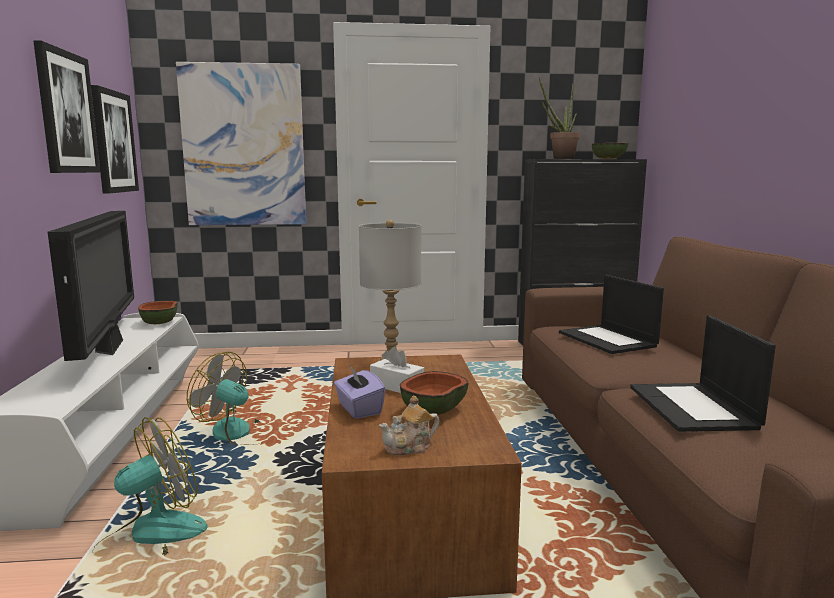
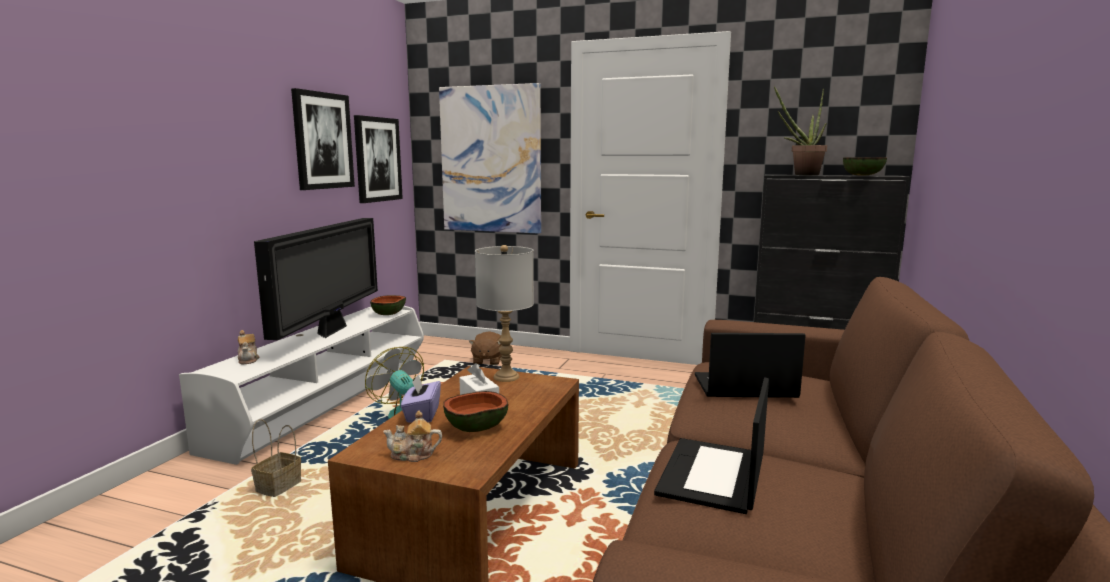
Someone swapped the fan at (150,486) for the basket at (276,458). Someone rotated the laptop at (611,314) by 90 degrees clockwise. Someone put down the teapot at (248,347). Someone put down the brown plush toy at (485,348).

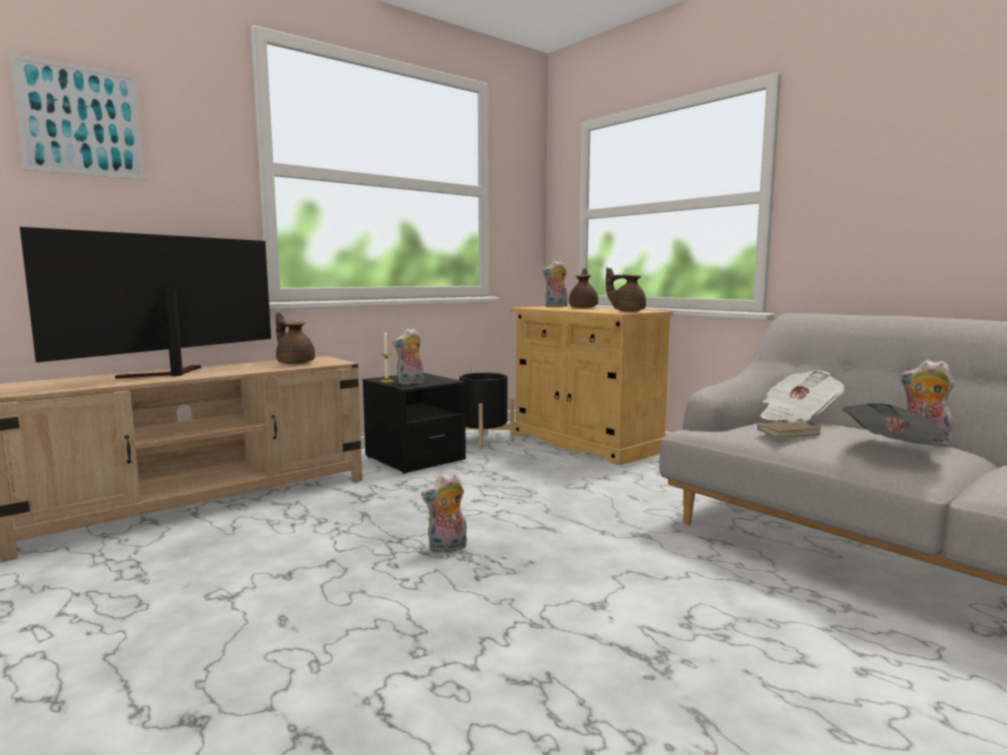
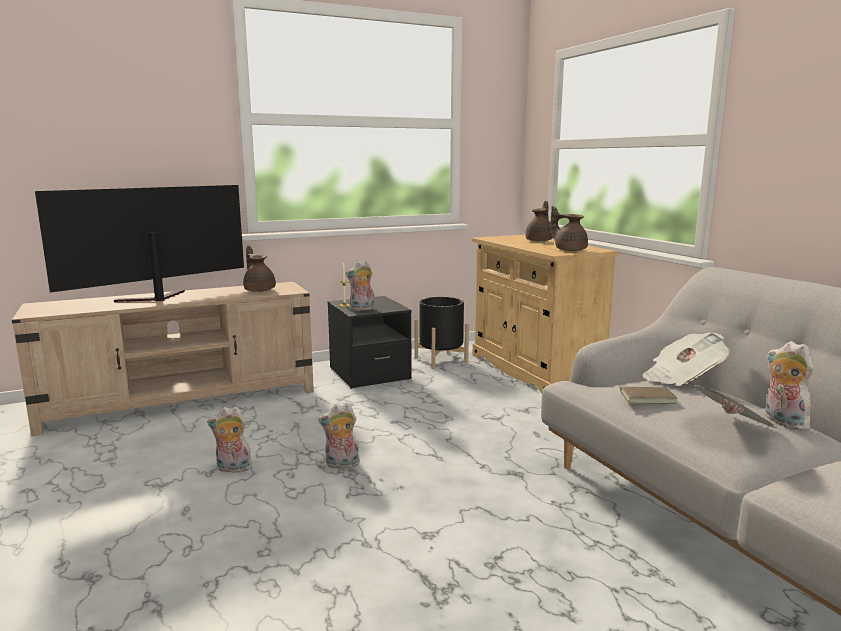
Someone took away the picture at (78,116). Someone carried the plush toy from (555,283) to (229,439).

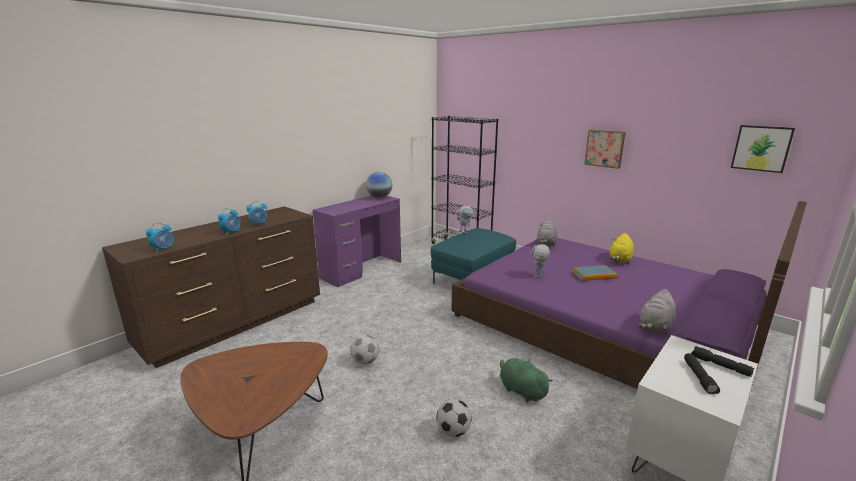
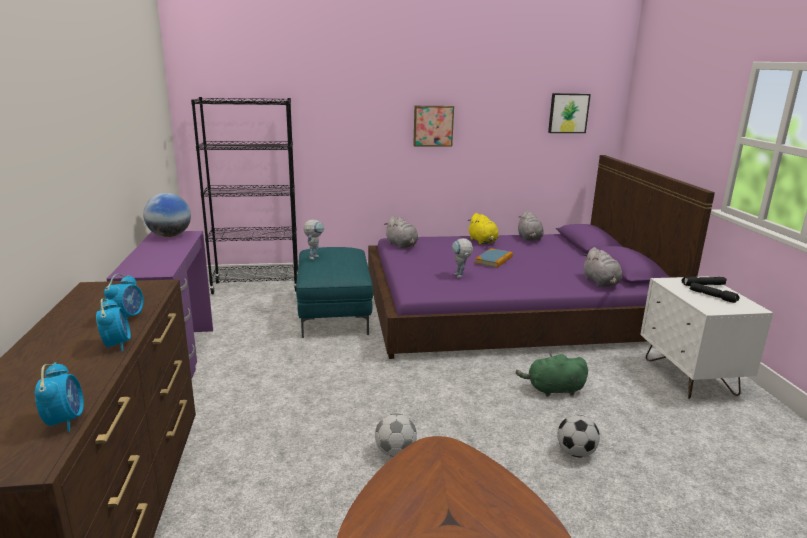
Someone put down the grey plush toy at (531,225).

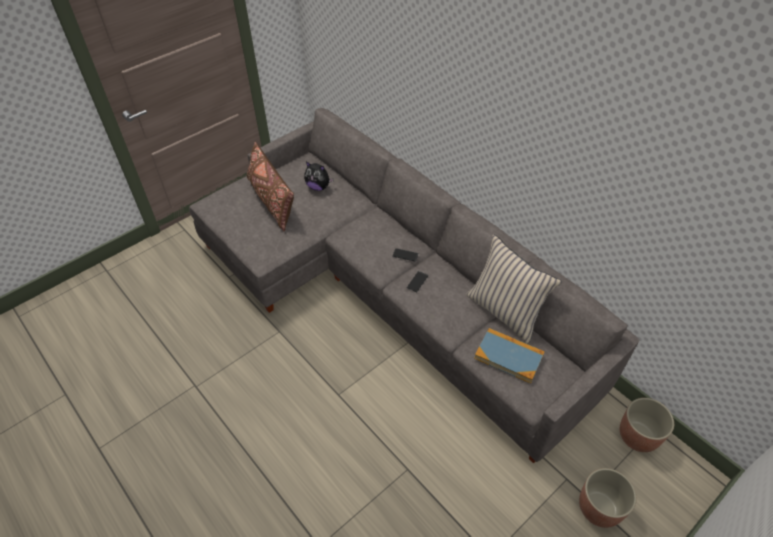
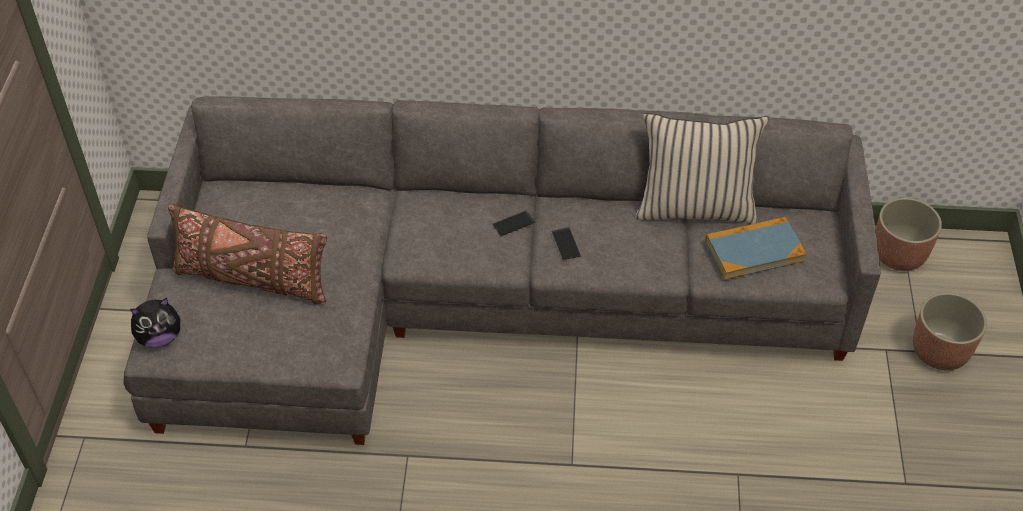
Someone carried the plush toy from (319,176) to (155,323).

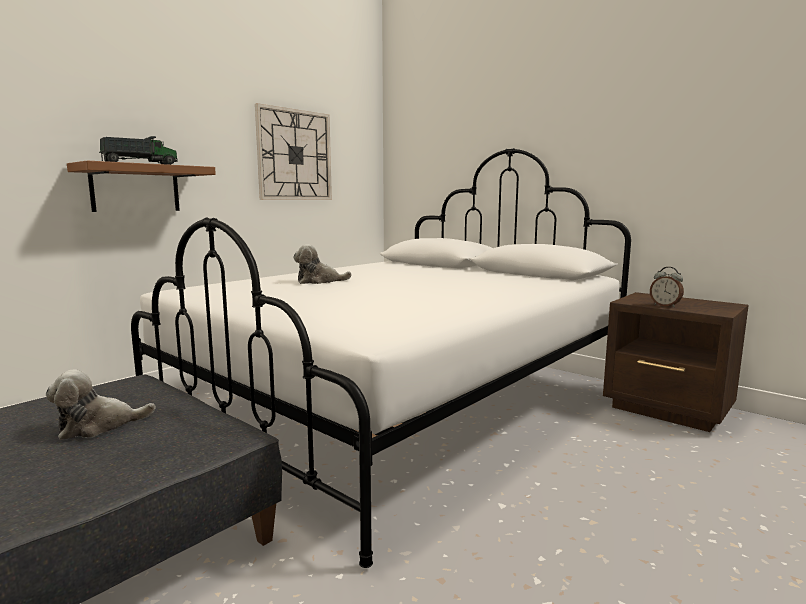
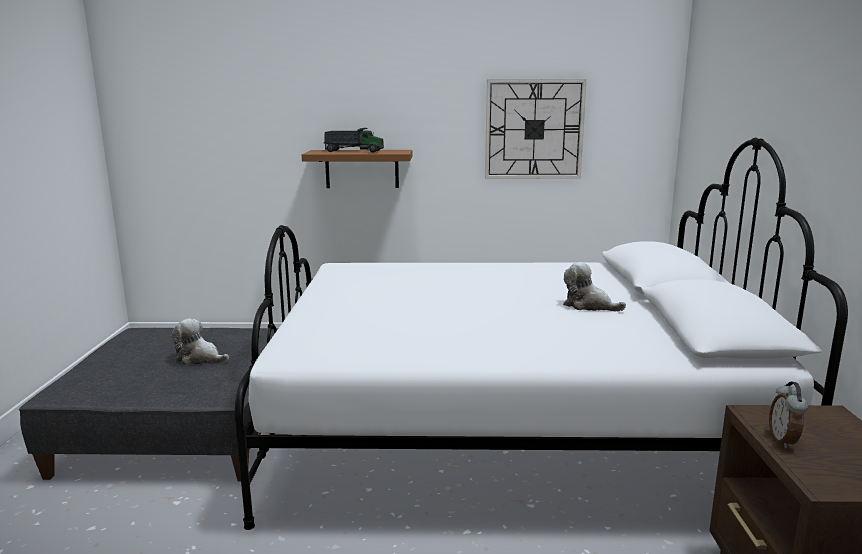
Someone carried the plush toy from (322,264) to (594,286).

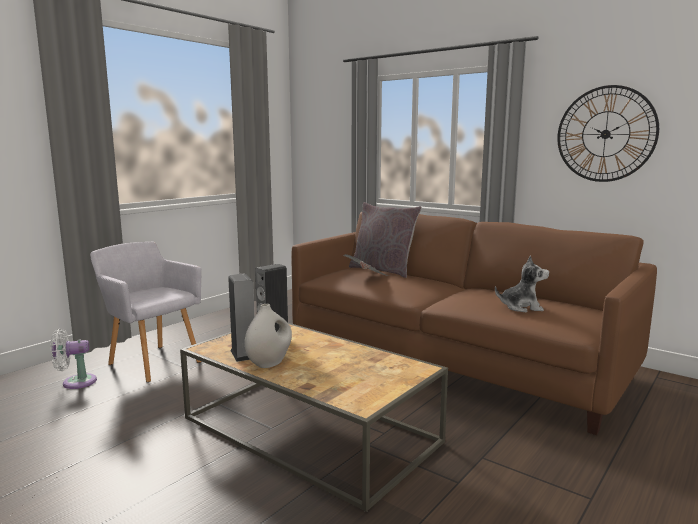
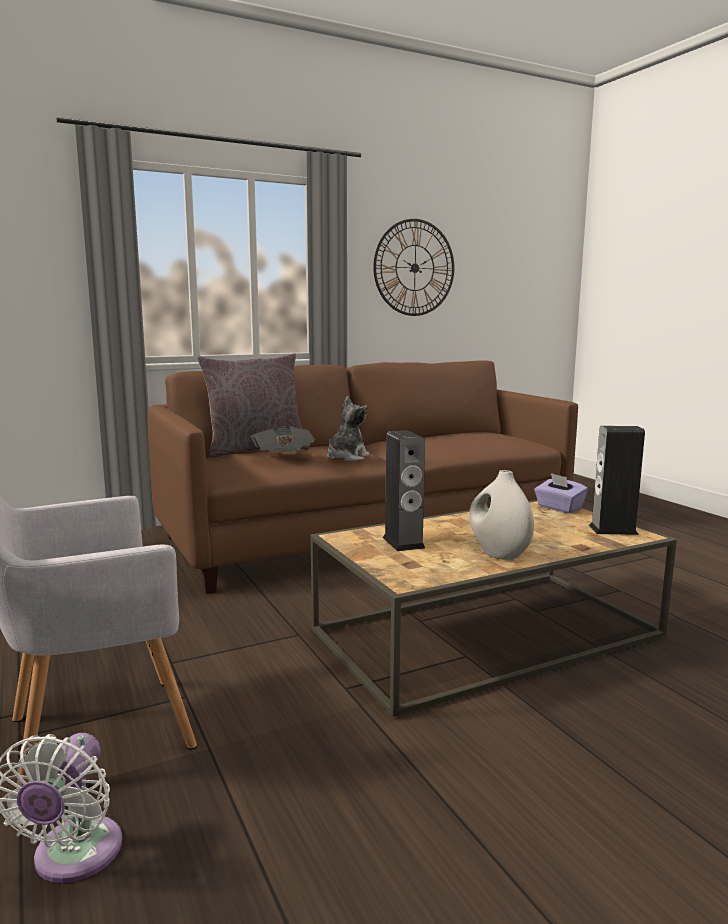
Someone carried the speaker from (241,318) to (617,480). Someone carried the plush toy from (522,283) to (348,428). Someone put down the purple tissue box at (561,493).

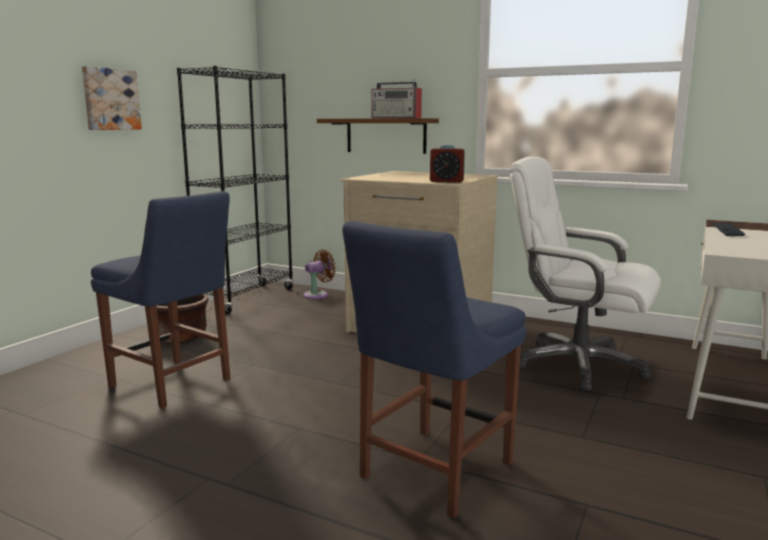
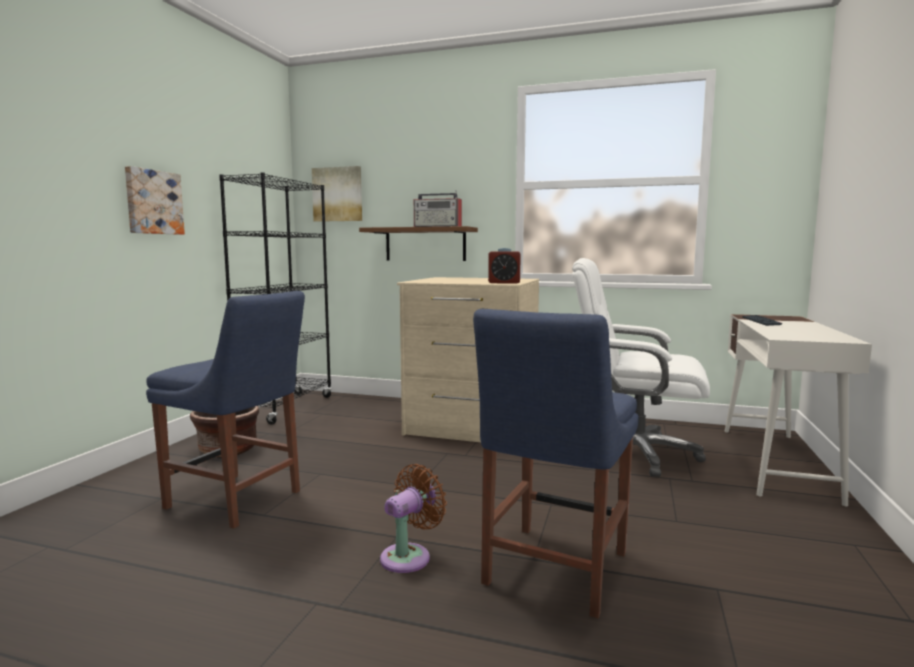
Someone carried the brown fan from (319,274) to (413,518). Someone put up the picture at (337,194).

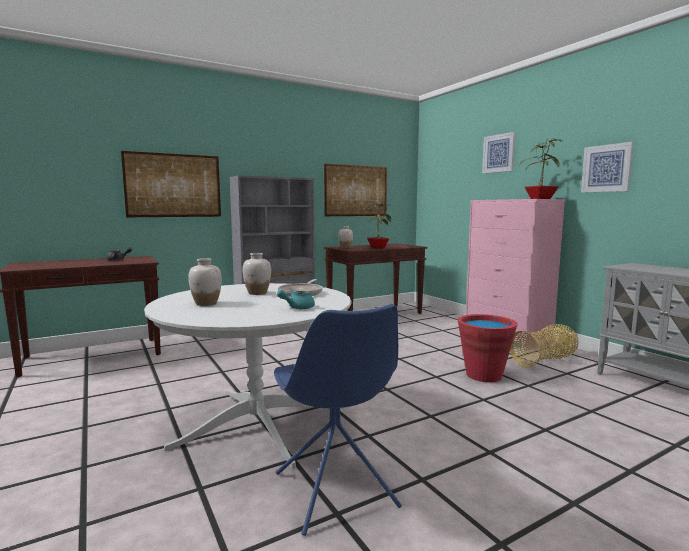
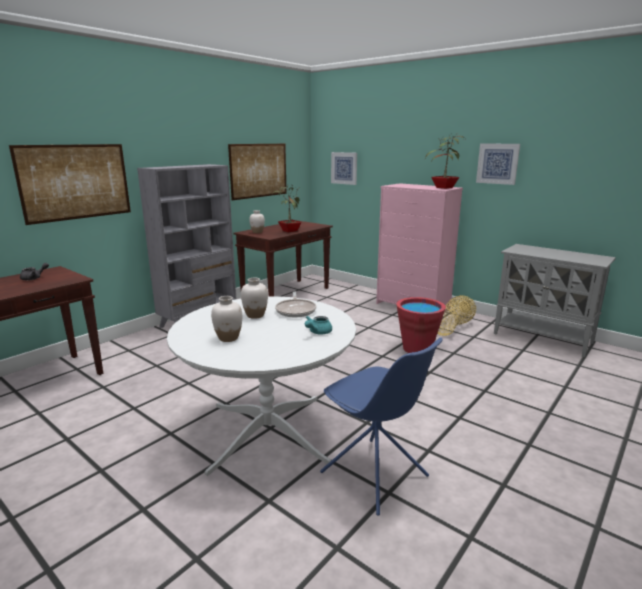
Someone carried the picture from (499,153) to (344,168).

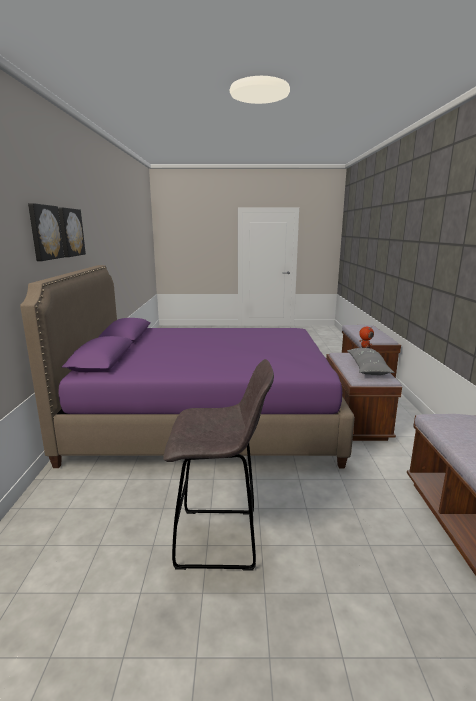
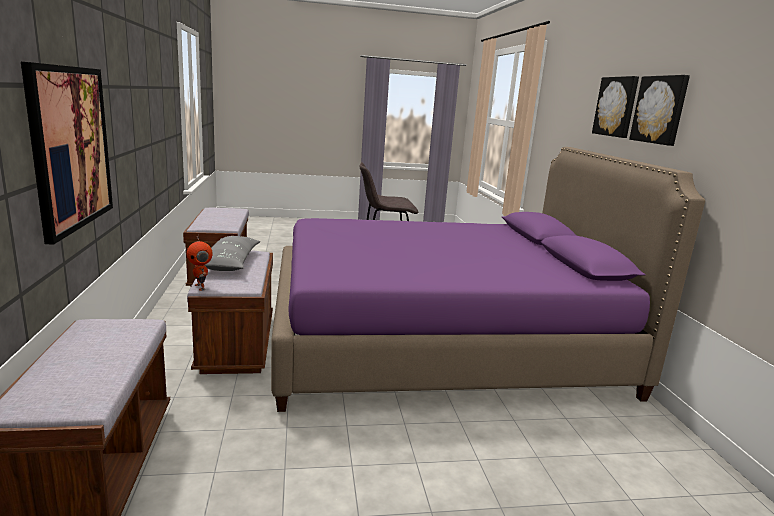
Someone put up the picture at (67,153).

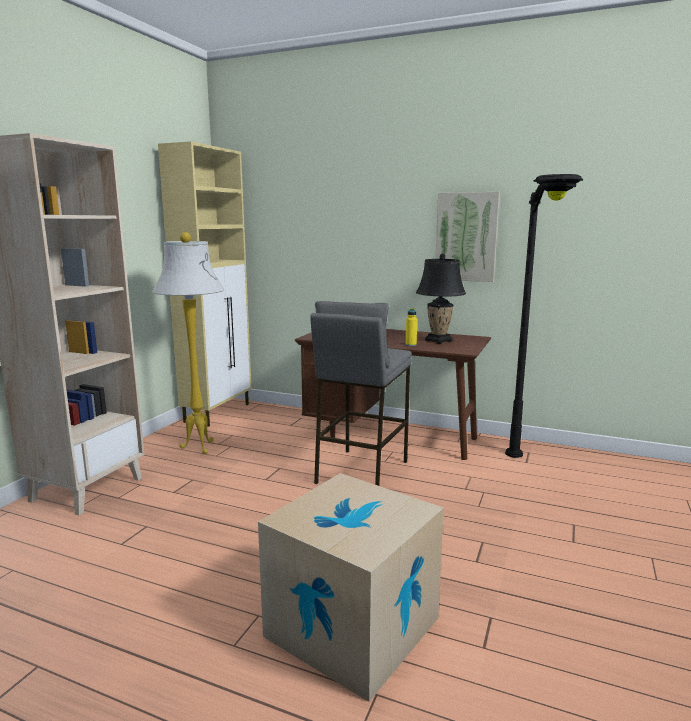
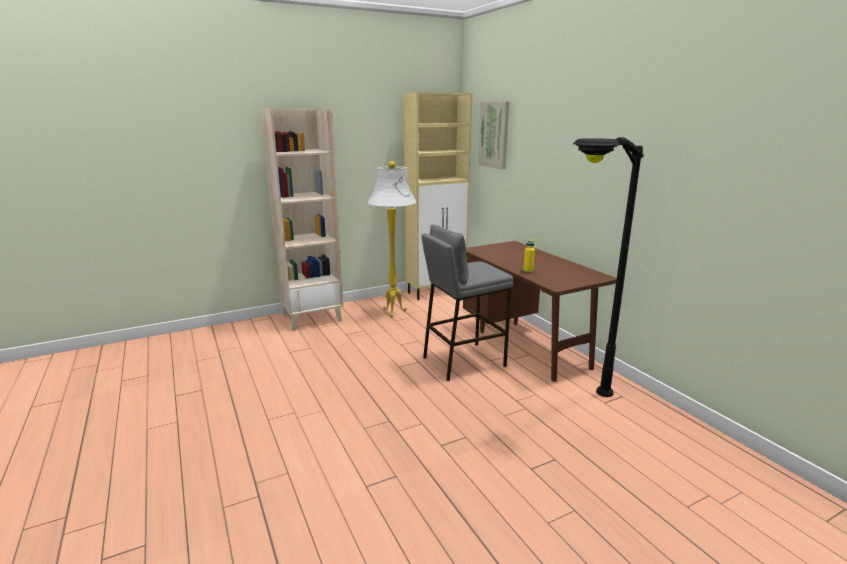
Someone took away the cardboard box at (351,587). Someone took away the black table lamp at (441,299). Someone carried the picture from (468,237) to (493,135).

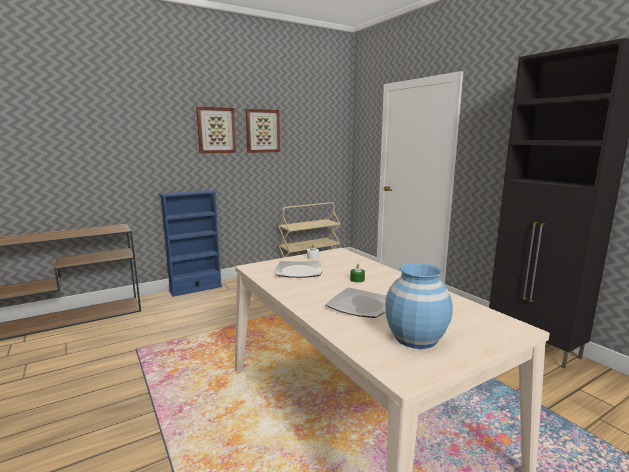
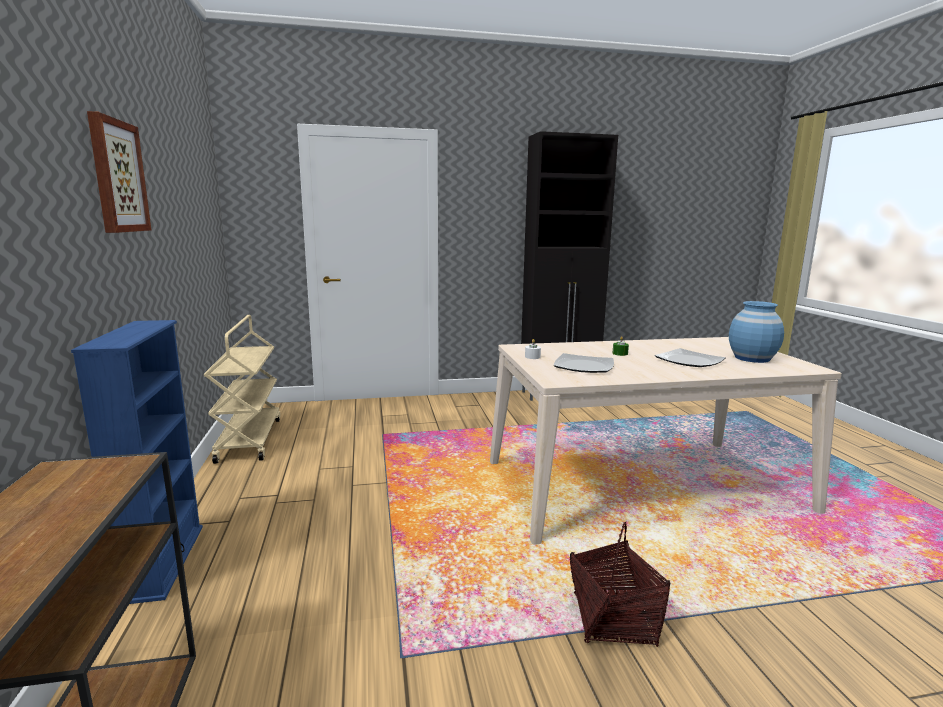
Someone took away the picture at (263,131). Someone put down the basket at (620,584).

